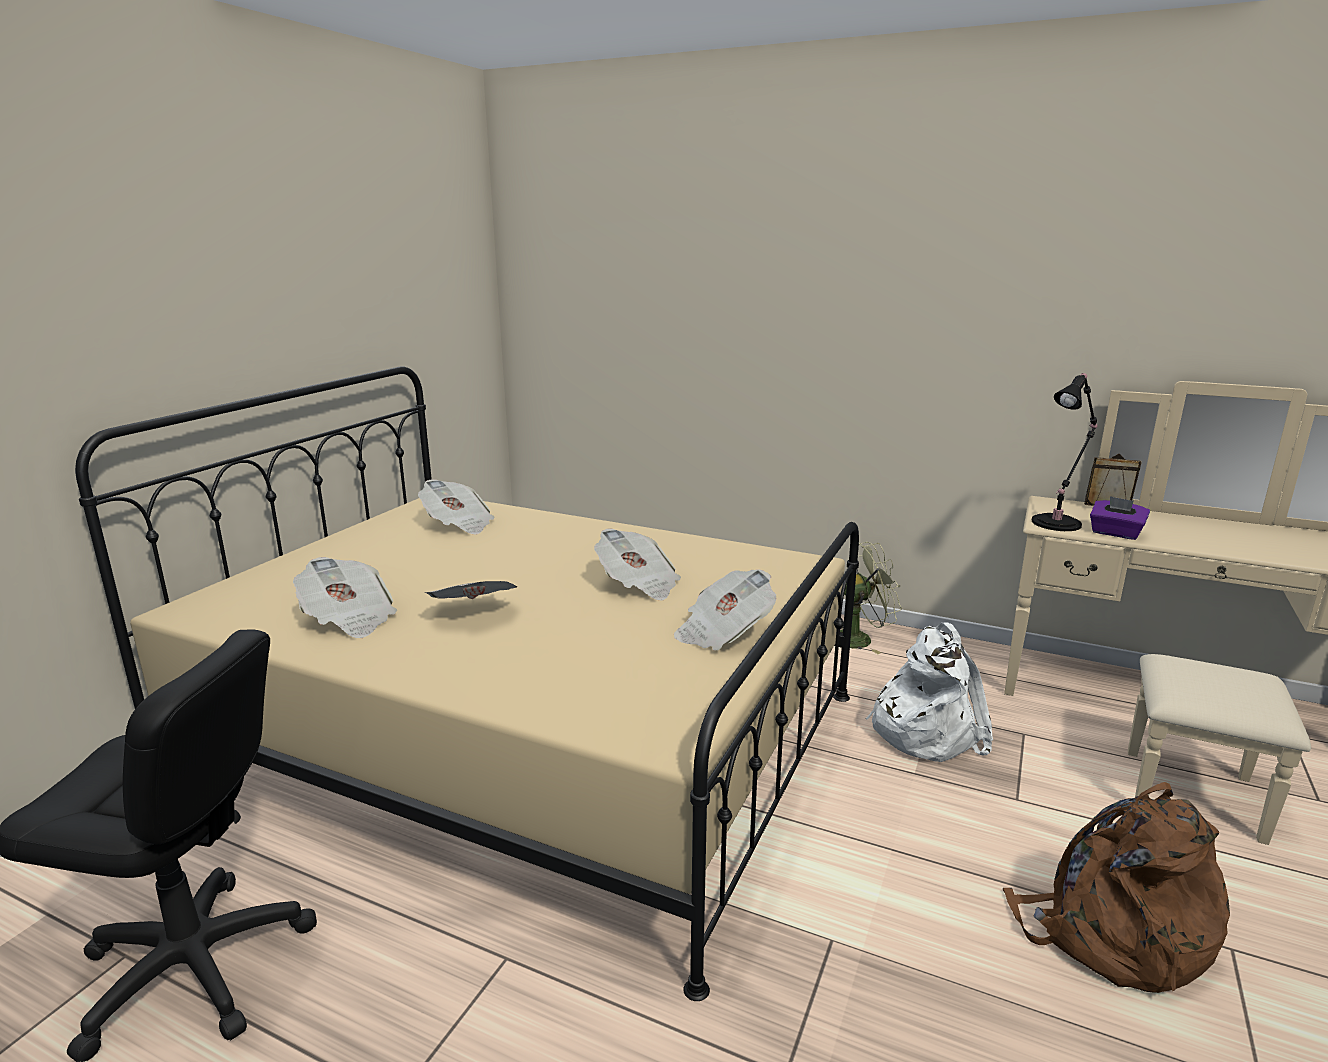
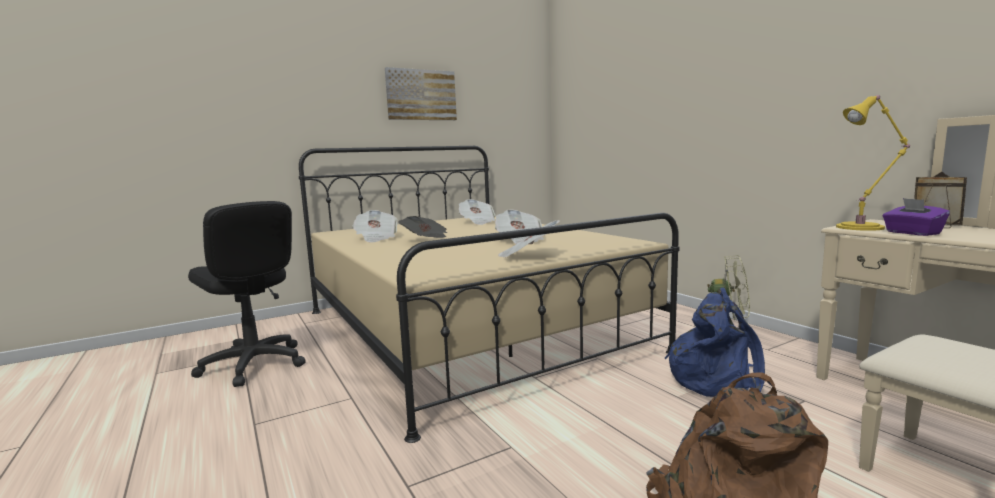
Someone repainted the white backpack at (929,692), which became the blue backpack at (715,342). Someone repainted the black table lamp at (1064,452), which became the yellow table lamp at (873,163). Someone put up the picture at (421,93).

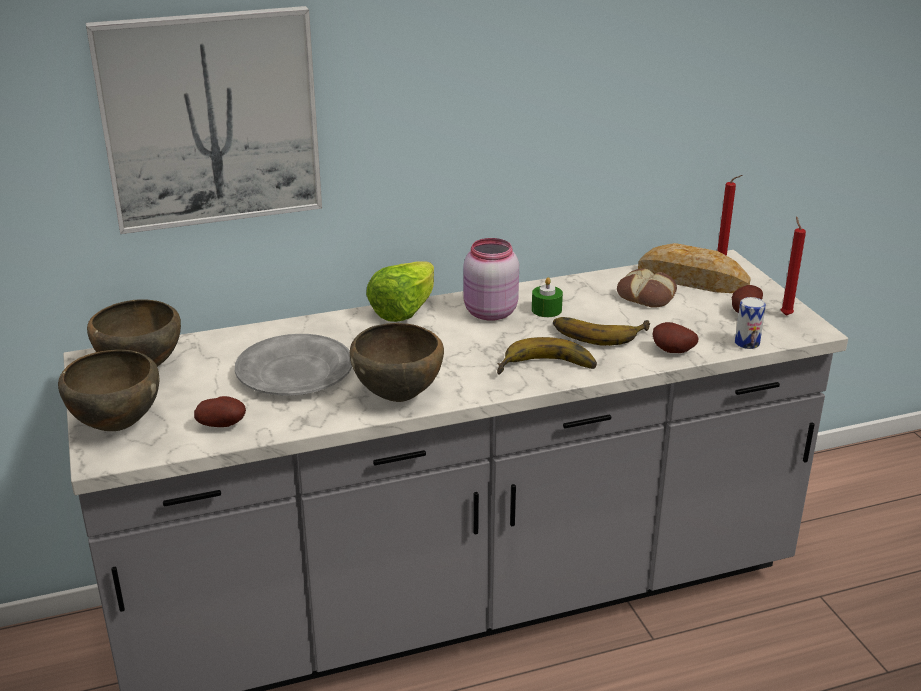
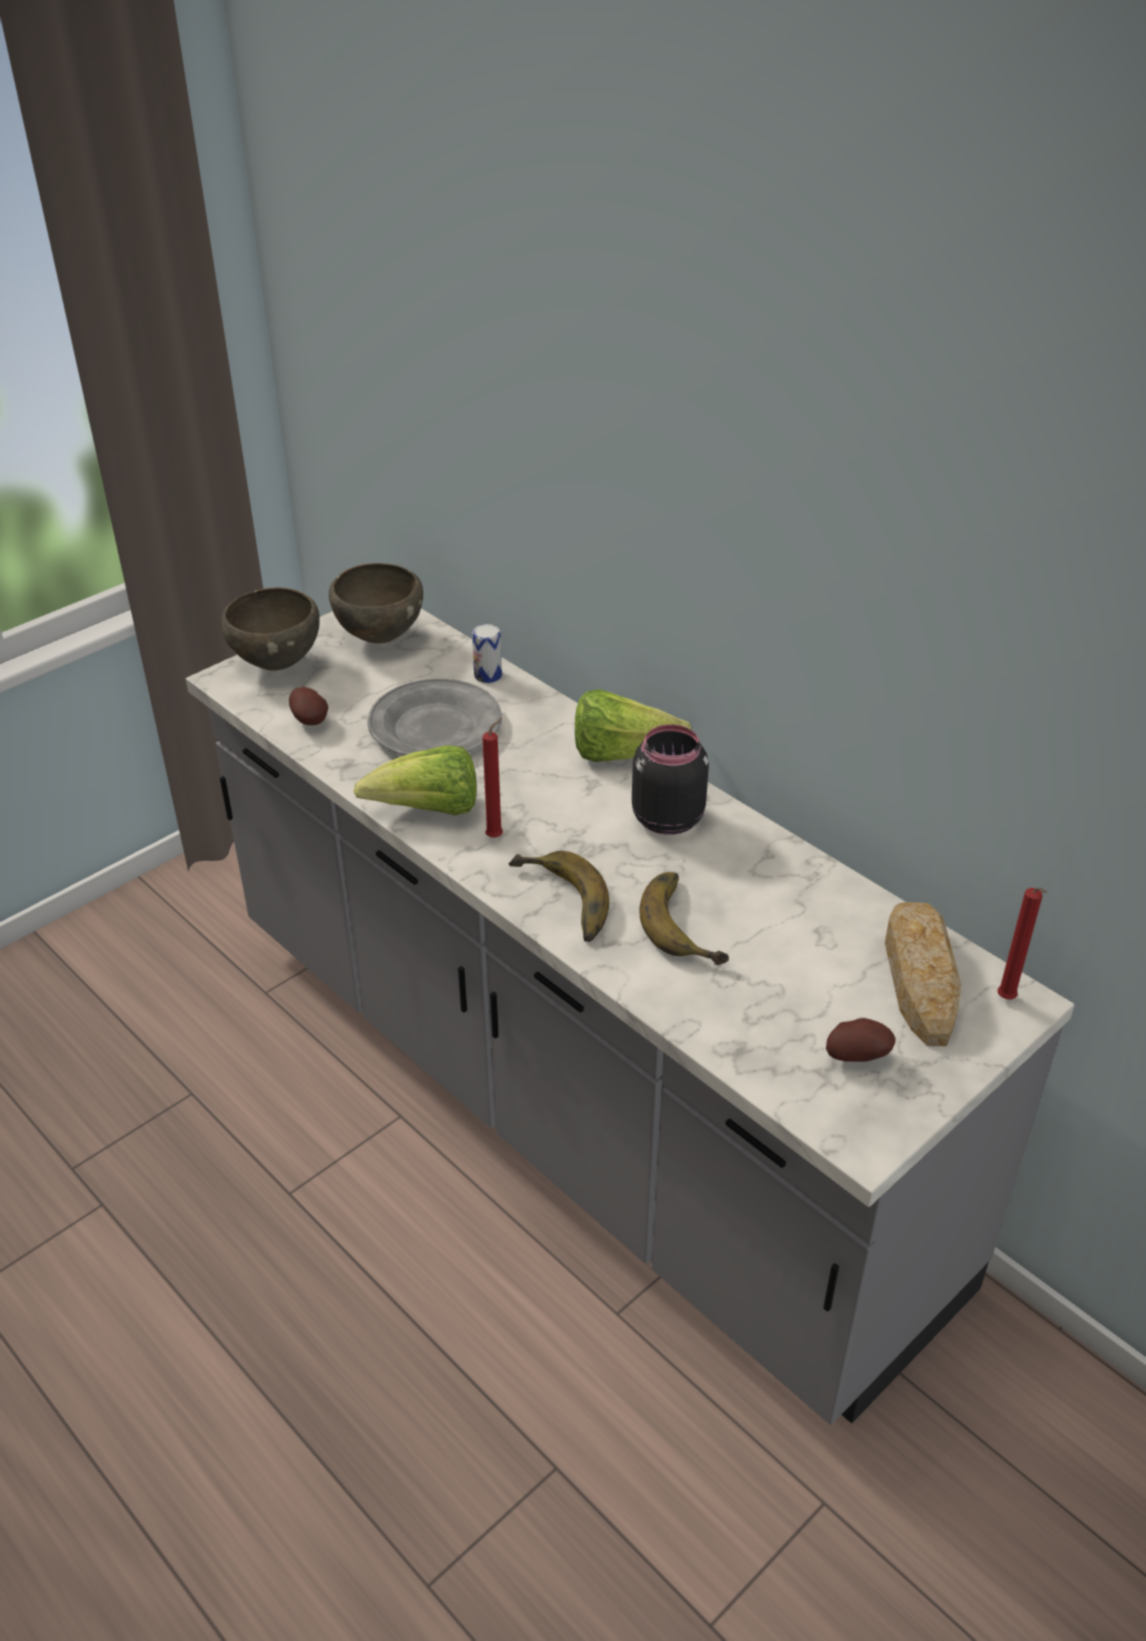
Someone took away the picture at (204,120). Someone swapped the brown bowl at (397,362) for the lettuce at (415,780). Someone repainted the pink jar at (491,279), which became the black jar at (670,779). Someone took away the green candle at (547,297). Someone took away the bread at (647,288). Someone took away the potato at (675,337). Someone carried the can from (750,323) to (487,653). Someone carried the red candle from (793,266) to (492,778).

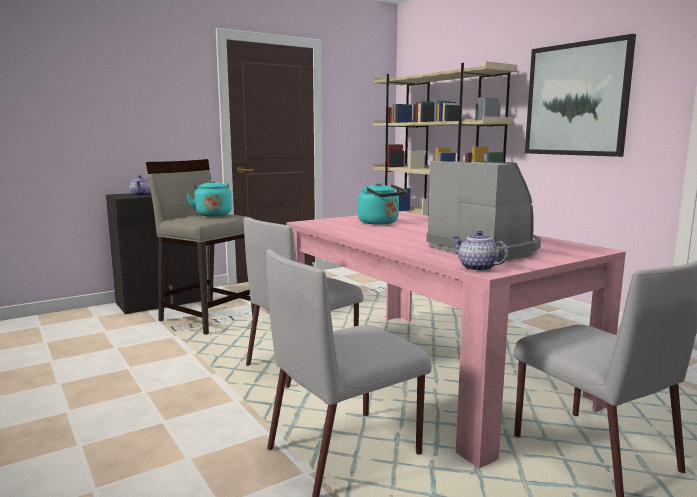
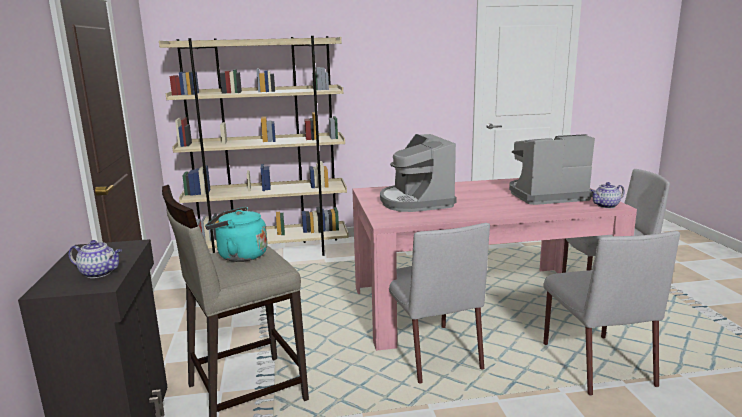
Someone swapped the turquoise kettle at (382,203) for the coffee machine at (418,173). Someone took away the picture at (580,95).

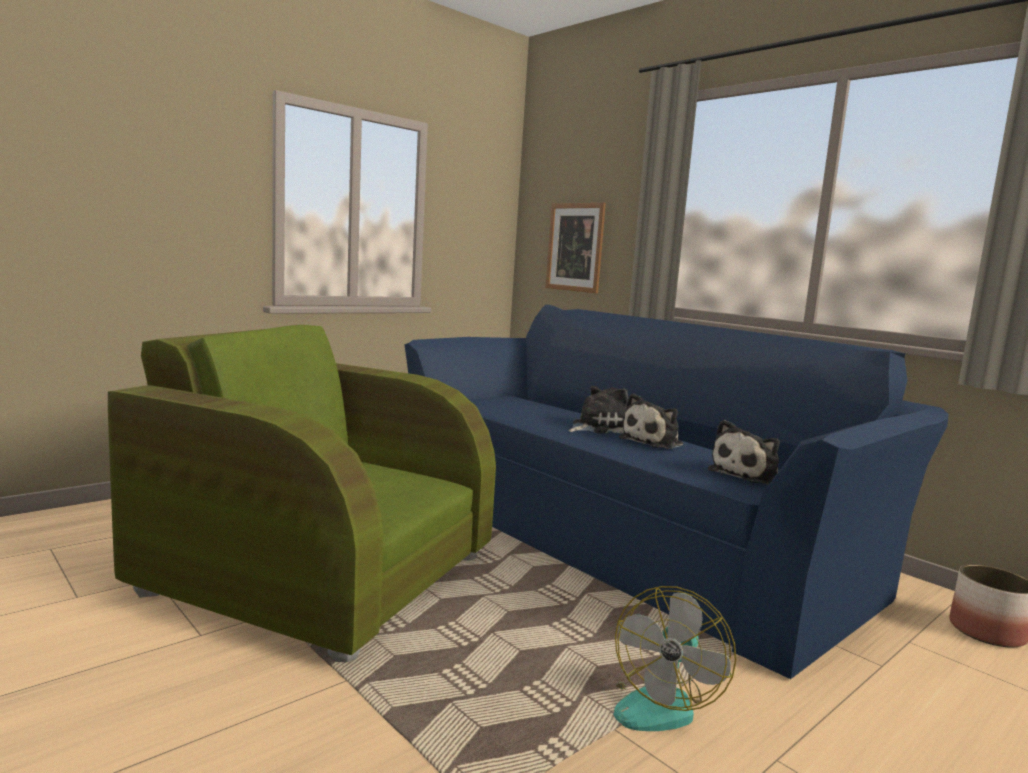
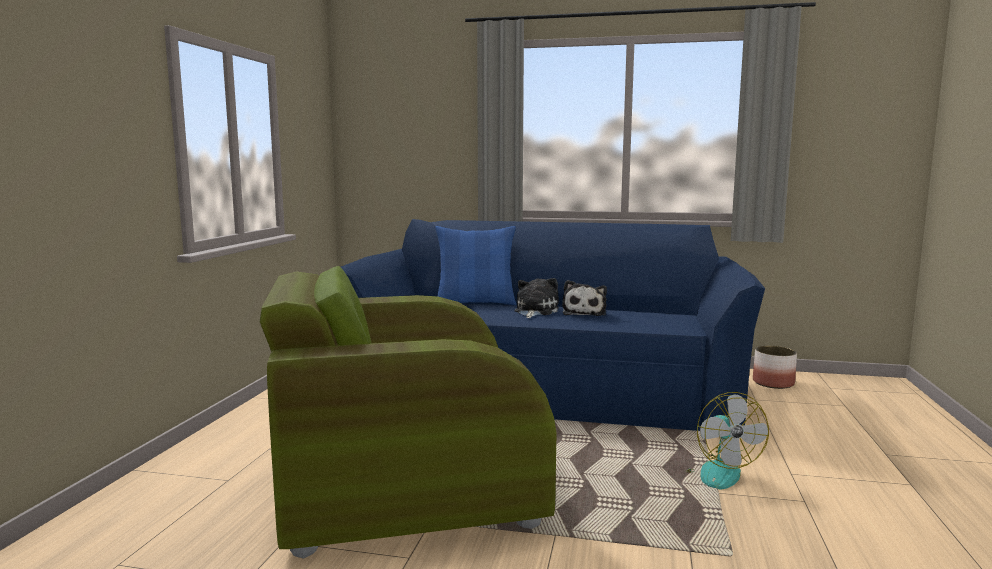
Someone took away the picture at (575,248). Someone took away the plush toy at (744,452). Someone put down the blue pillow at (476,265).

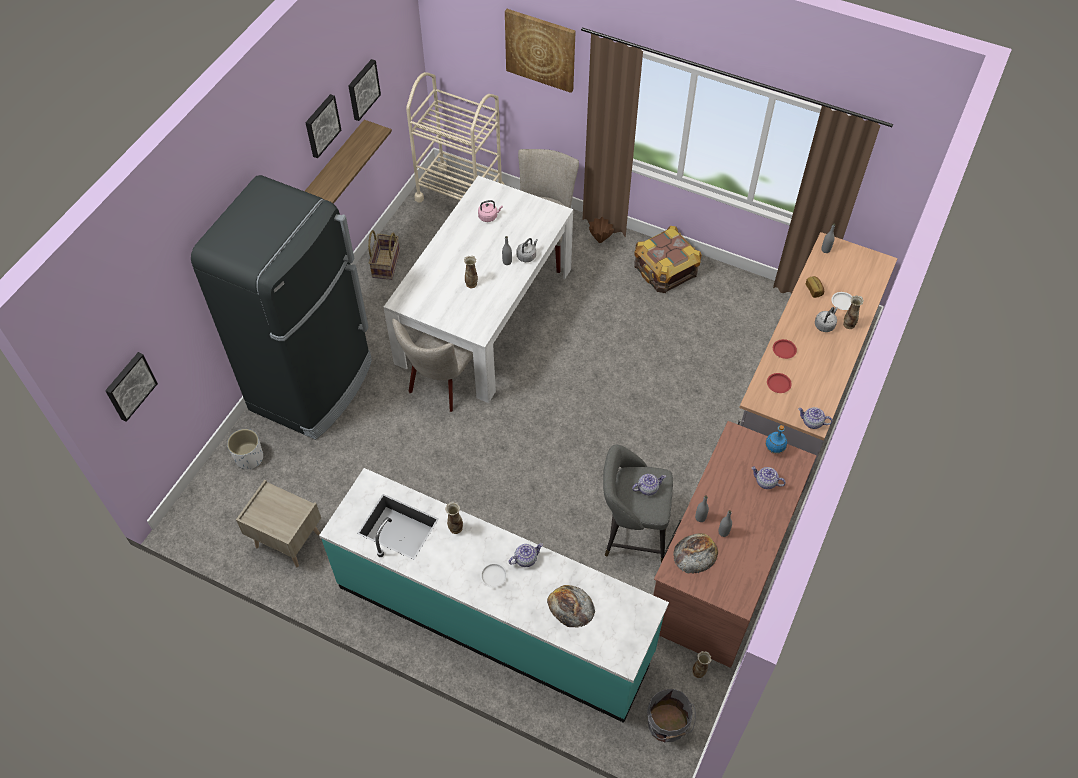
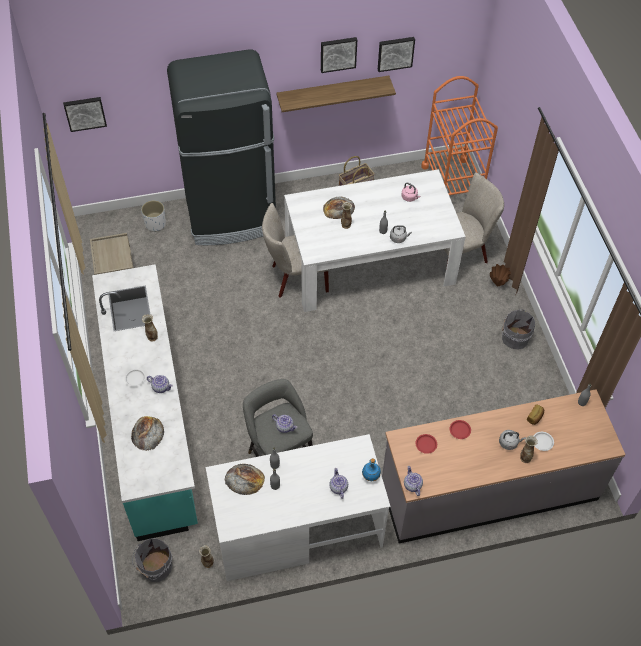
Someone repainted the beige cart at (455,137), which became the orange cart at (459,135). Someone took away the picture at (540,51). Someone swapped the crate at (668,259) for the grey bucket at (518,329). Someone repainted the brown desk at (734,544), which became the white desk at (298,507). Someone put down the bread at (339,208).

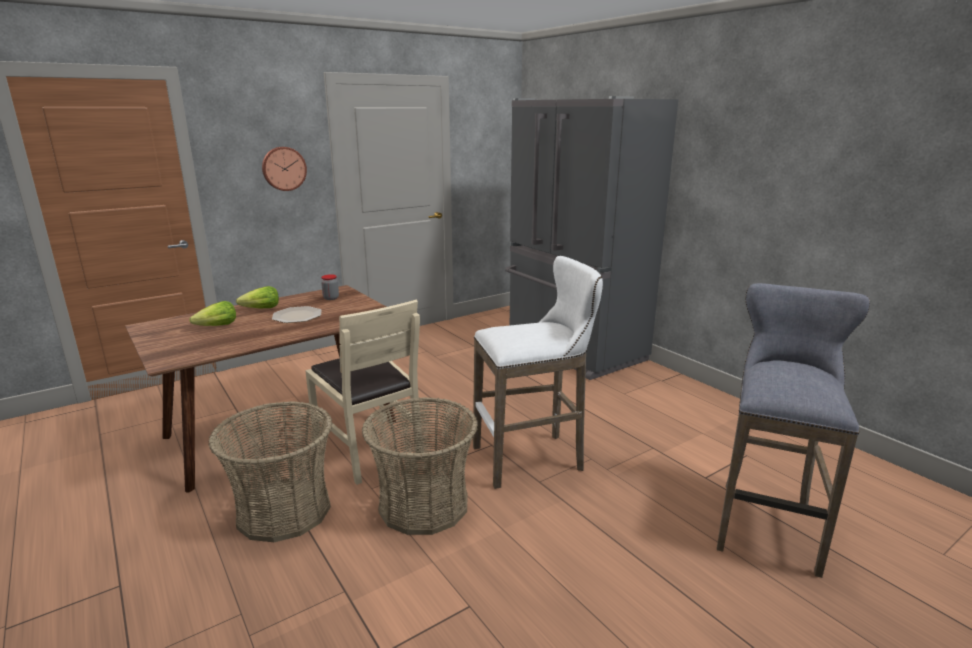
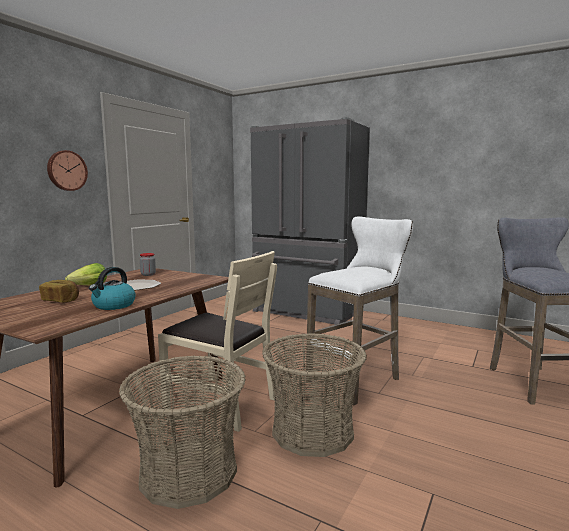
Someone swapped the lettuce at (212,313) for the bread at (59,291). Someone put down the kettle at (112,288).

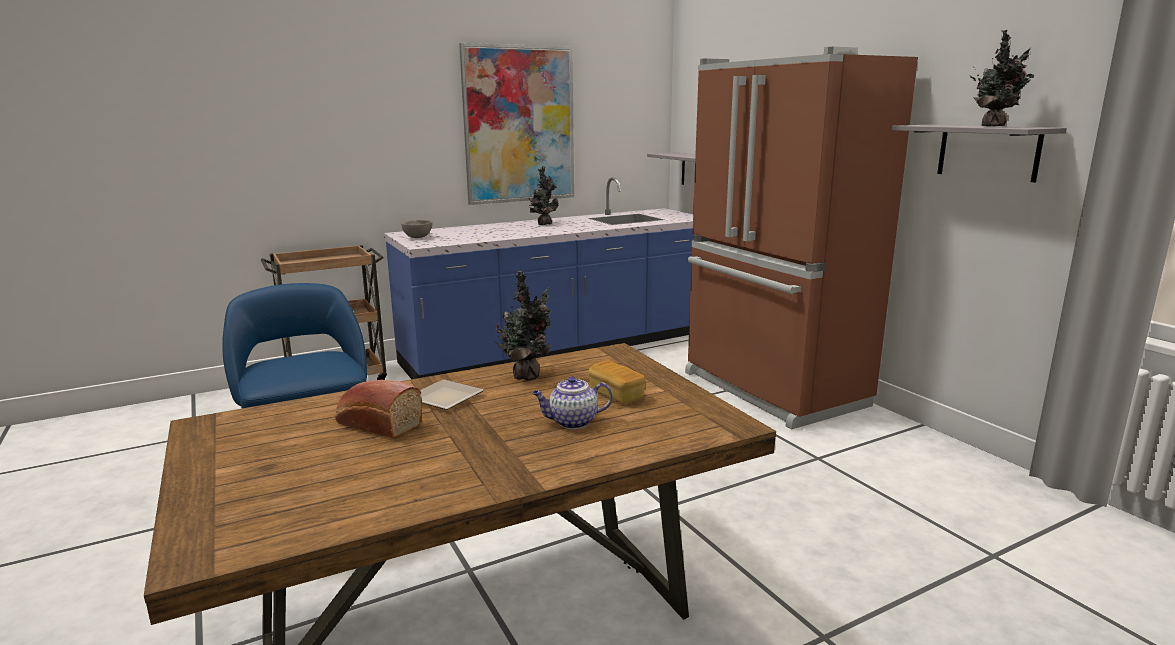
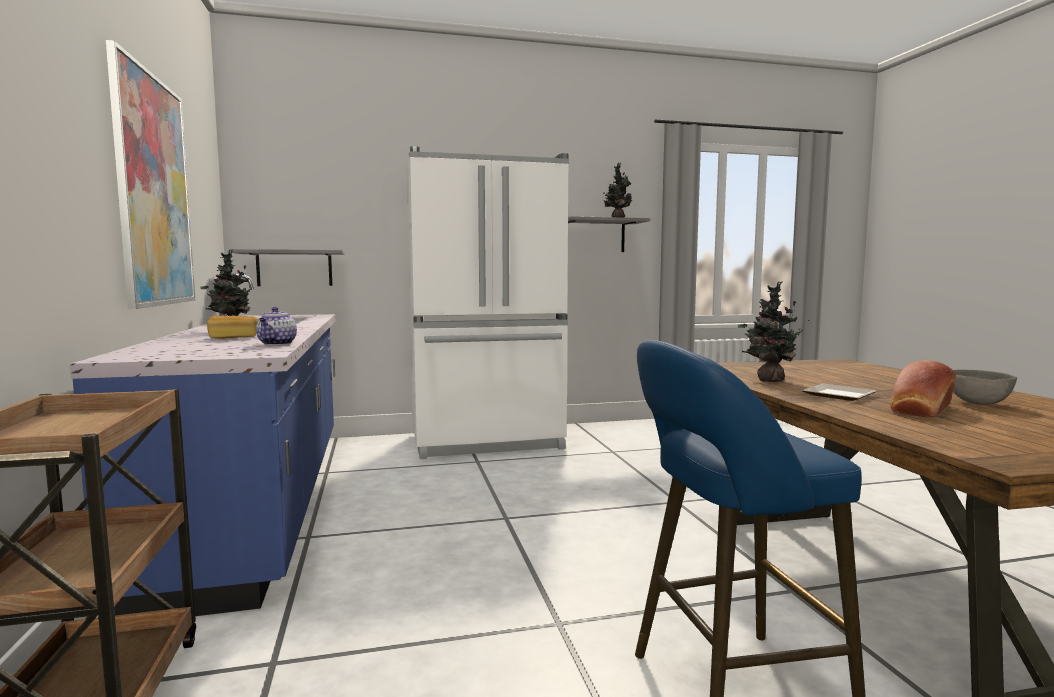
Someone carried the grey bowl from (417,229) to (985,387). Someone carried the teapot from (572,402) to (276,326). Someone carried the bread from (617,382) to (232,327). Someone repainted the brown fridge at (801,238), which became the white fridge at (487,302).

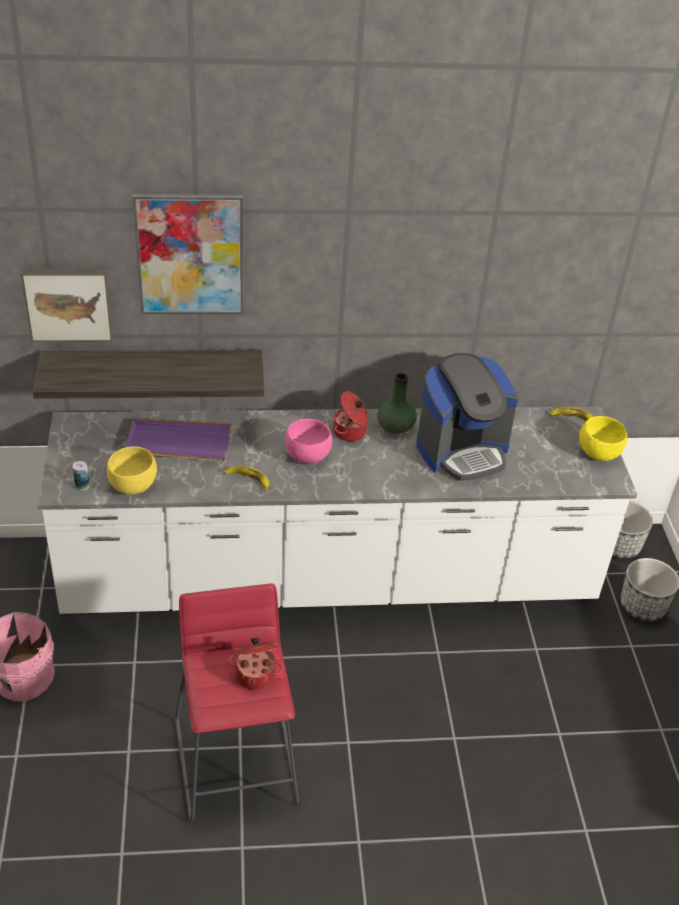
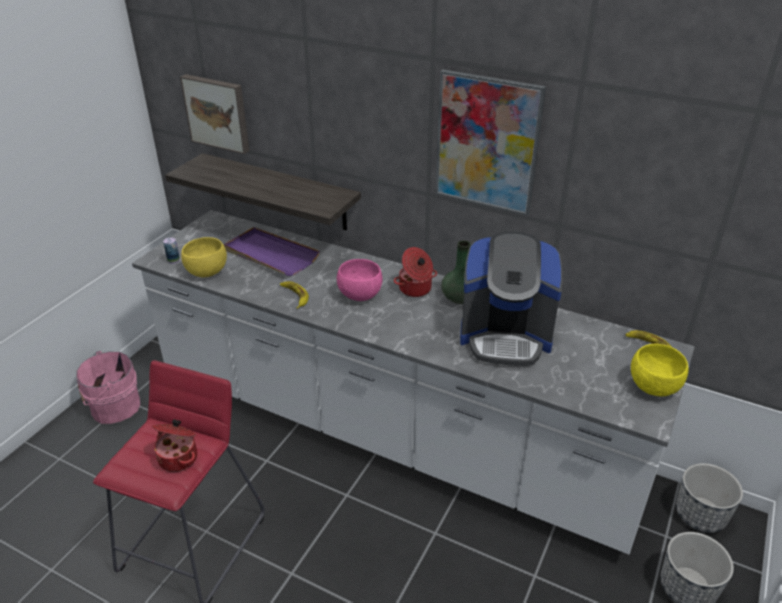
Someone carried the picture from (188,254) to (490,142).

